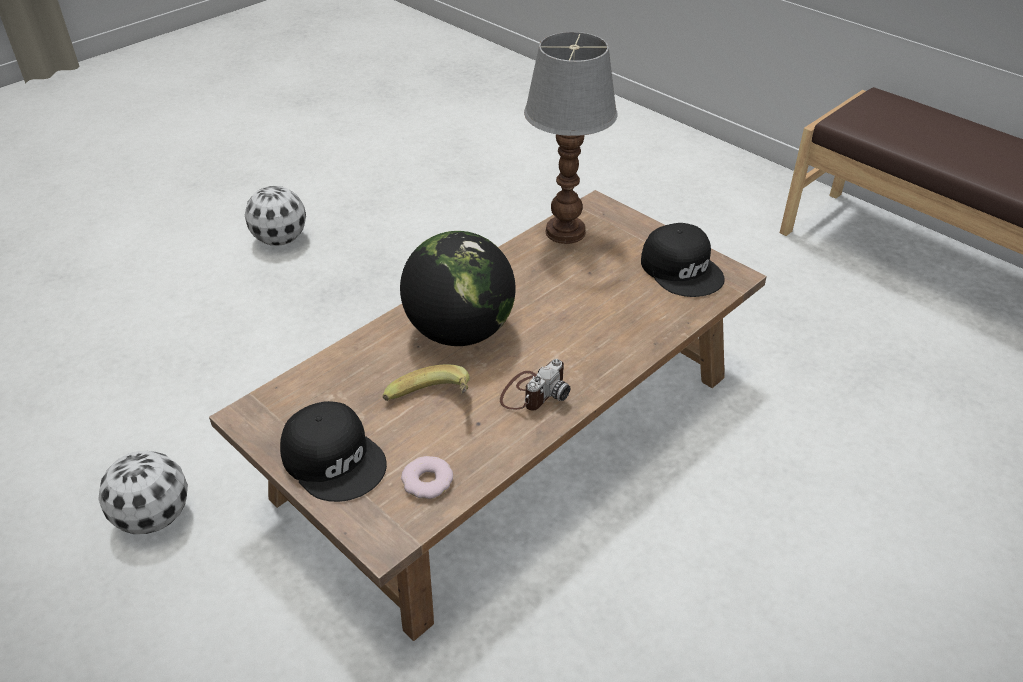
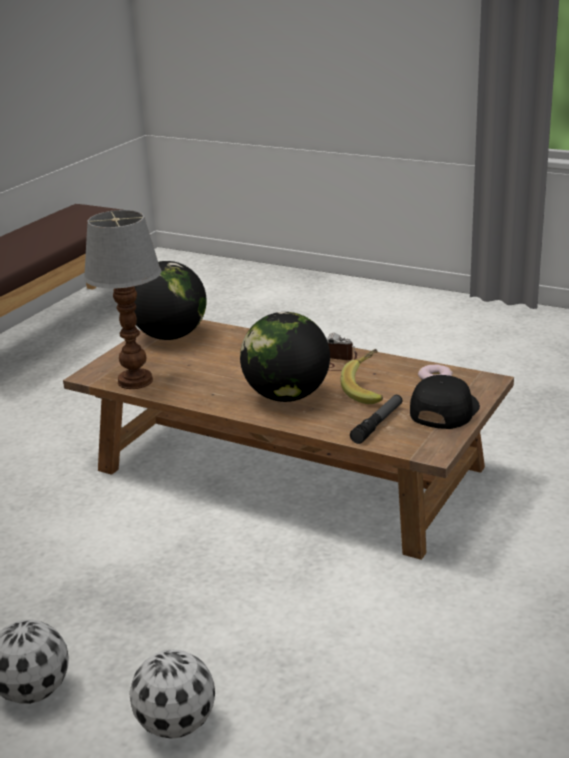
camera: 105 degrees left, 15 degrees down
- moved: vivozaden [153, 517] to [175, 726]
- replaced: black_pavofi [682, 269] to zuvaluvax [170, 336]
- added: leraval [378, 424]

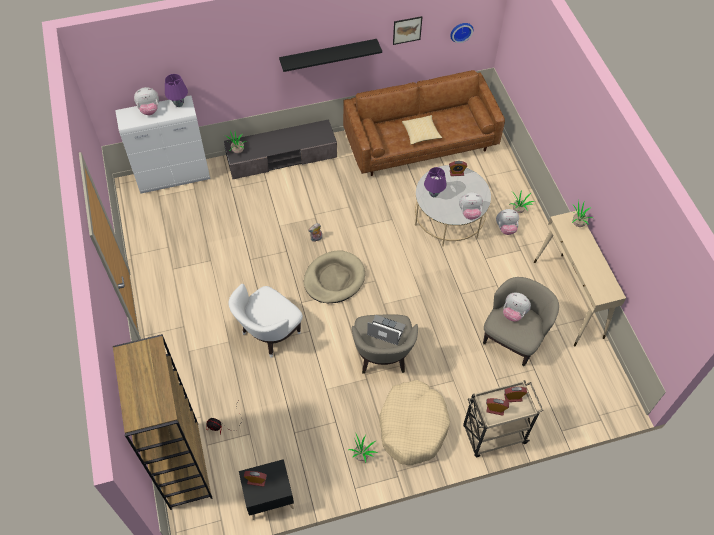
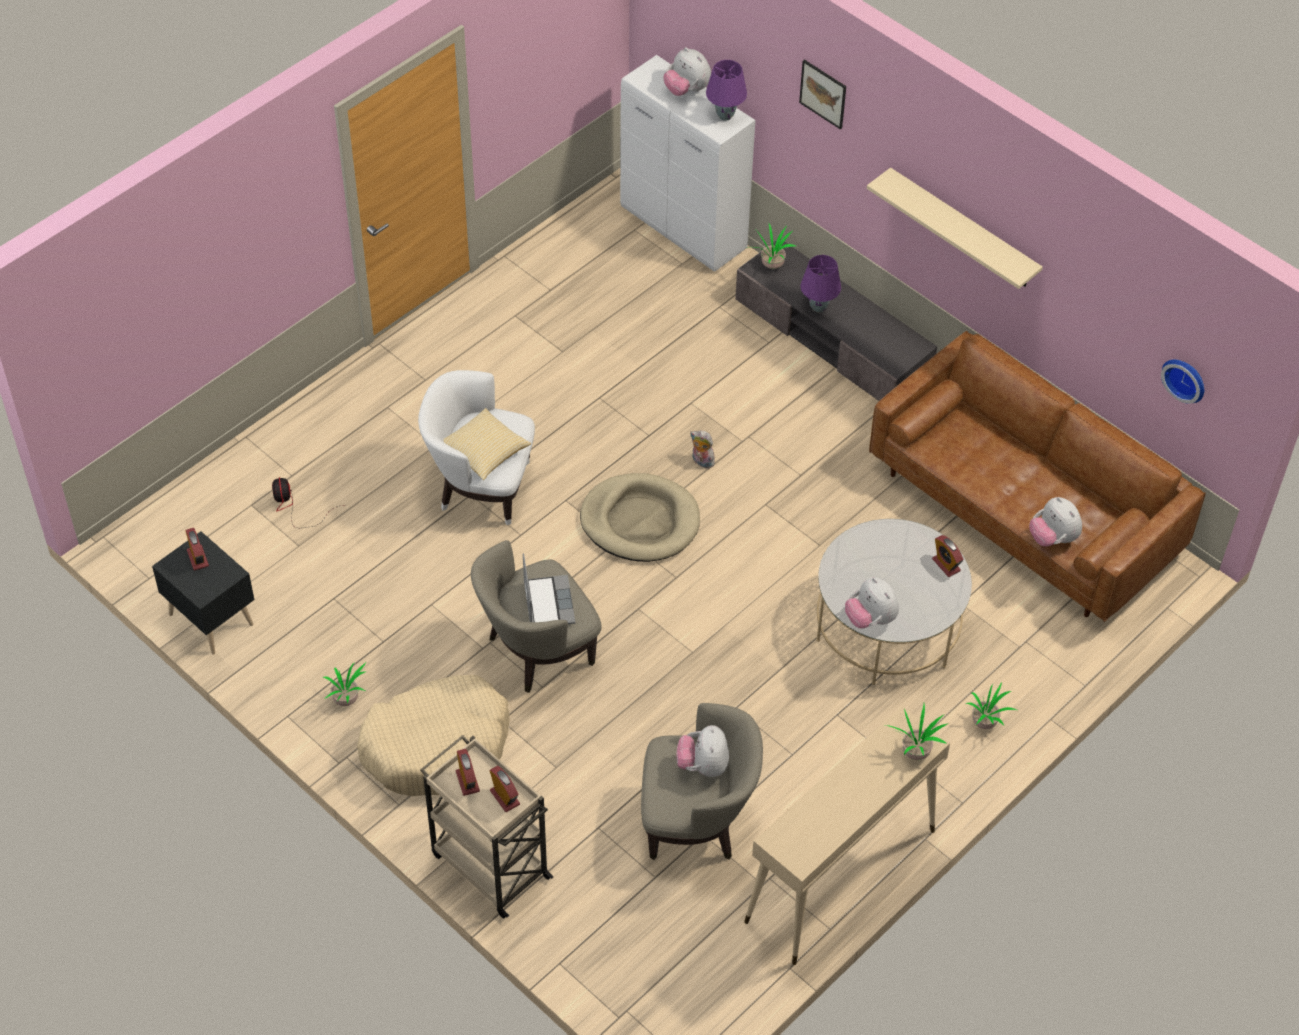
camera: 60 degrees right, 5 degrees down
- removed: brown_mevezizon [184, 464]
- recoloured: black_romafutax [328, 55] to beige_romafutax [963, 229]
- moved: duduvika [407, 30] to [823, 93]
- moved: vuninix [421, 134] to [484, 452]
- moved: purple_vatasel [434, 194] to [819, 307]
- moved: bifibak [506, 228] to [1053, 538]

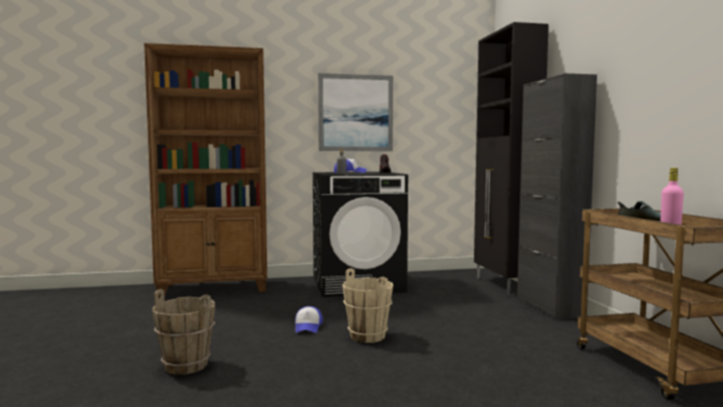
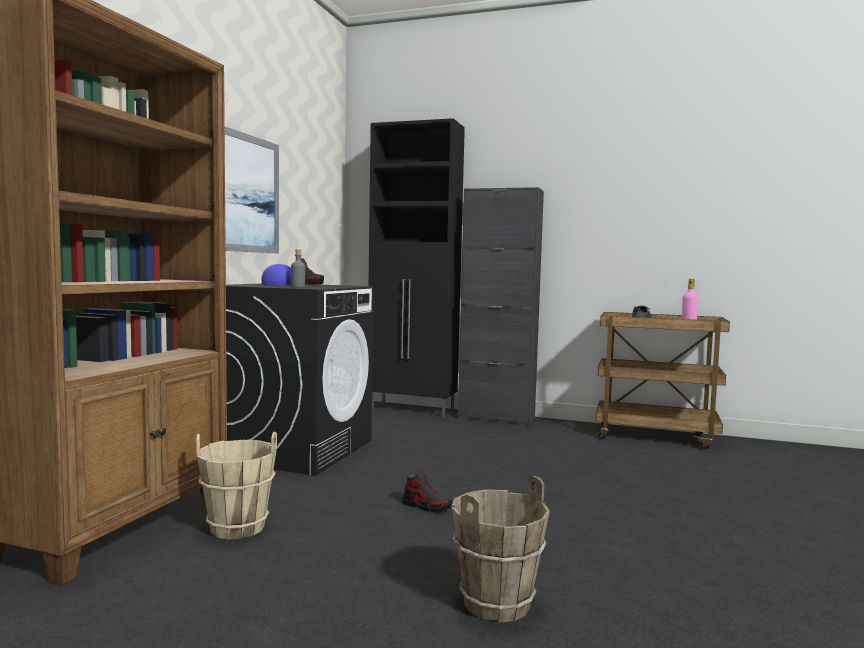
camera: 60 degrees left, 0 degrees up
- replaced: pavofi [308, 327] to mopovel [426, 506]
- moved: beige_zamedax [368, 336] to [237, 527]

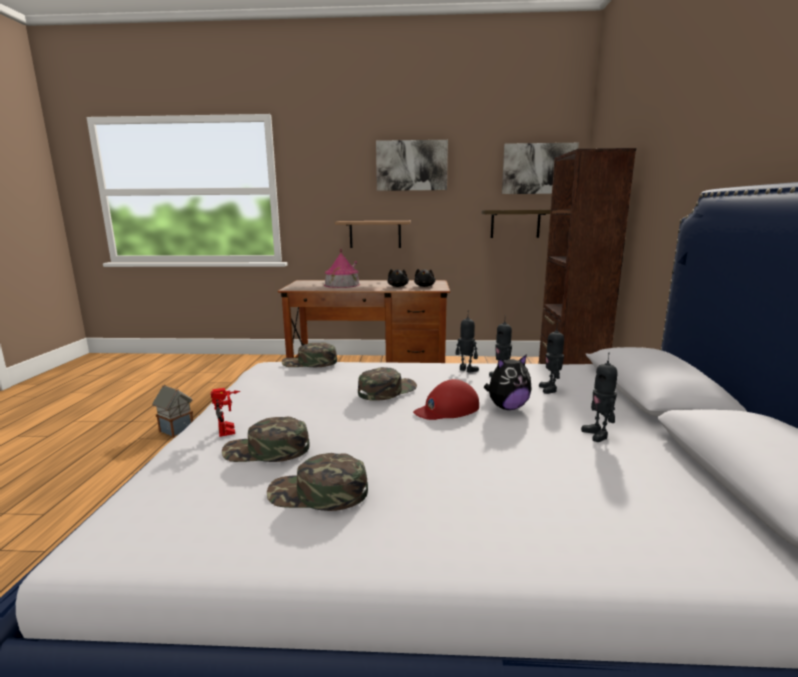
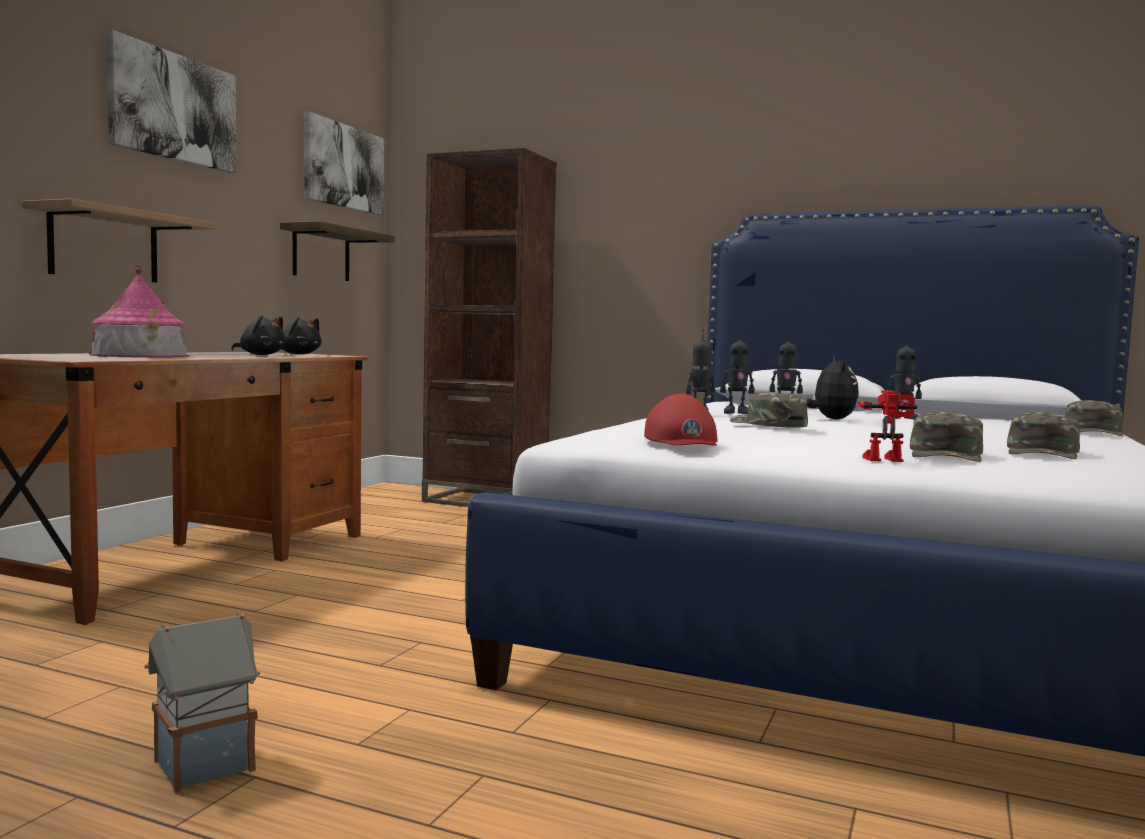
camera: 70 degrees left, 10 degrees down
- moved: green_pavofi [309, 363] to [1094, 432]
- moved: red_pavofi [447, 409] to [682, 440]

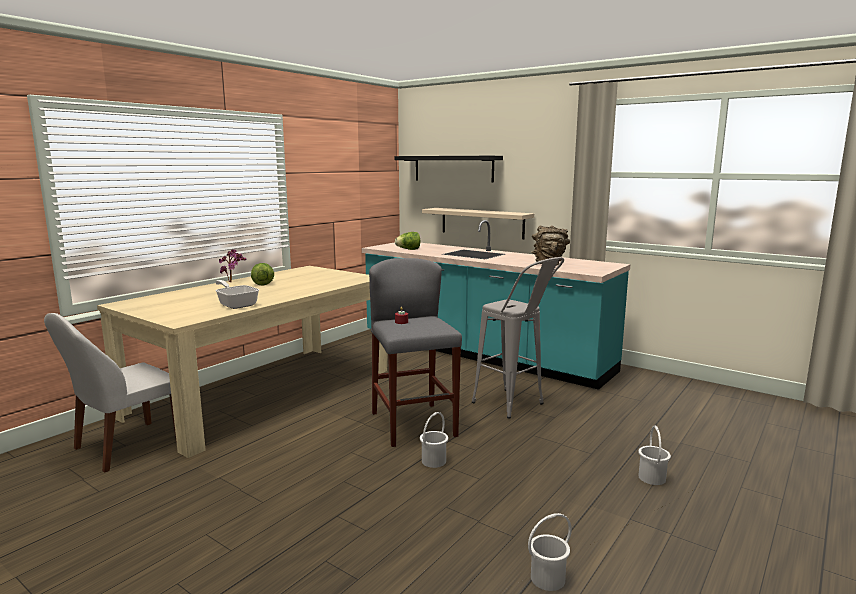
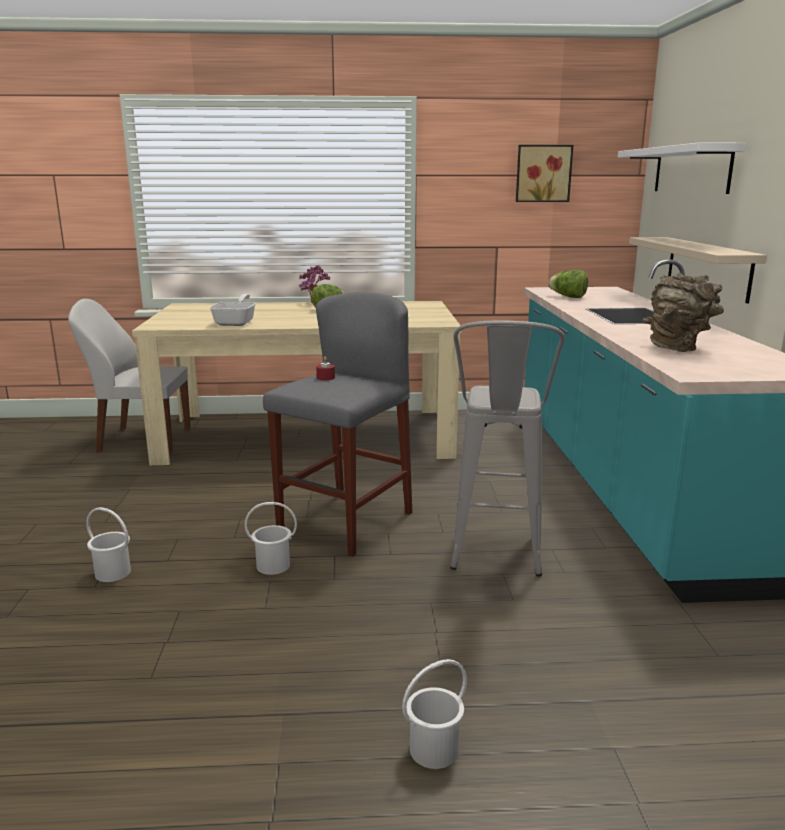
camera: 50 degrees right, 5 degrees up
- recoloured: black_romafutax [453, 168] to white_romafutax [691, 170]
- moved: white_zamedax [548, 579] to [112, 573]
- added: duduvika [543, 173]

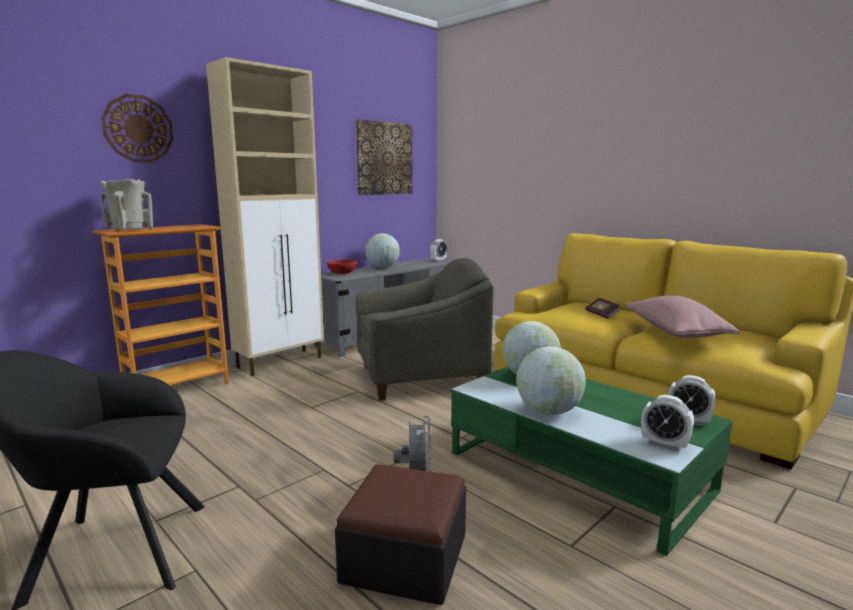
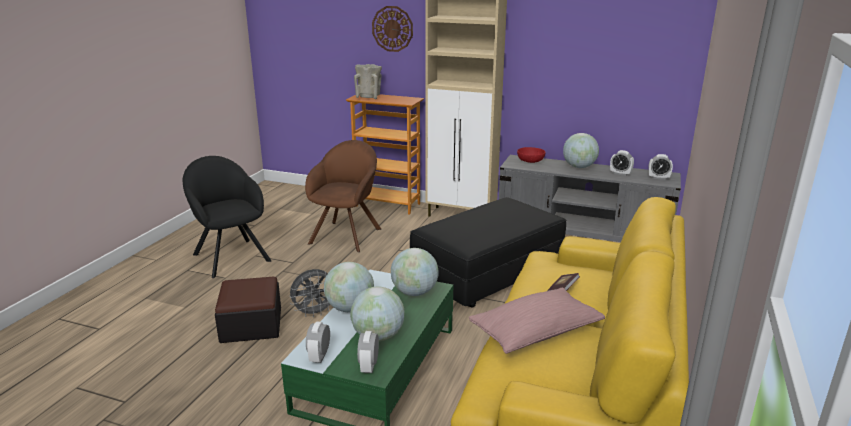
camera: 65 degrees right, 10 degrees up
- removed: duduvika [384, 158]
- replaced: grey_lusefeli [420, 378] to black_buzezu [487, 272]
- added: brown_lusefeli [347, 234]
- added: zuvaluvax [378, 336]
- added: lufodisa [620, 174]

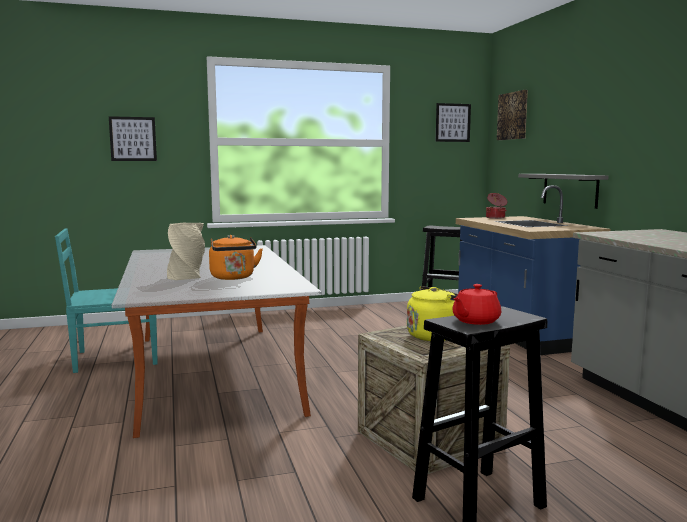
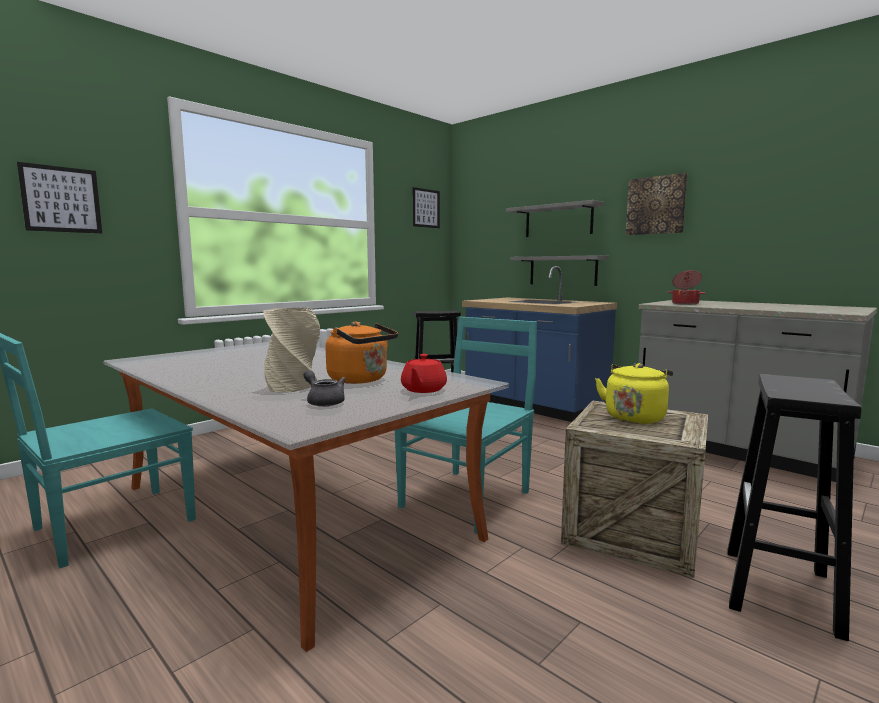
camera: 30 degrees left, 0 degrees up
- moved: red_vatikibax [475, 321] to [423, 390]
- moved: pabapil [496, 217] to [685, 303]
- moved: duduvika [513, 116] to [656, 205]
- added: grey_vatikibax [324, 402]
- added: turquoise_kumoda [467, 498]
- added: grey_romafutax [558, 221]

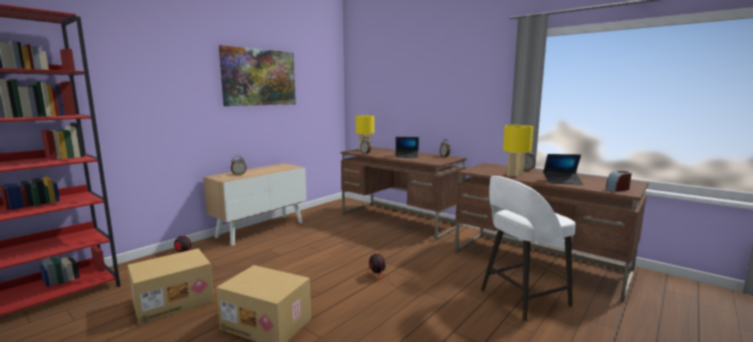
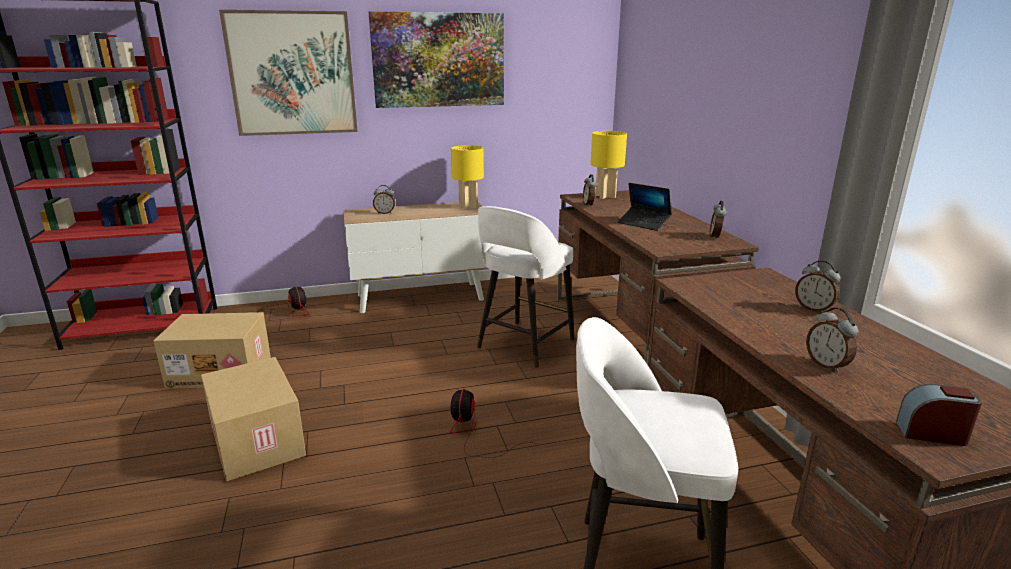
camera: 35 degrees right, 10 degrees up
- moved: yellow_vatasel [514, 175] to [468, 207]
- replaced: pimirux [562, 181] to lufodisa [827, 365]
- added: duduvika [292, 74]
- added: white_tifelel [523, 345]

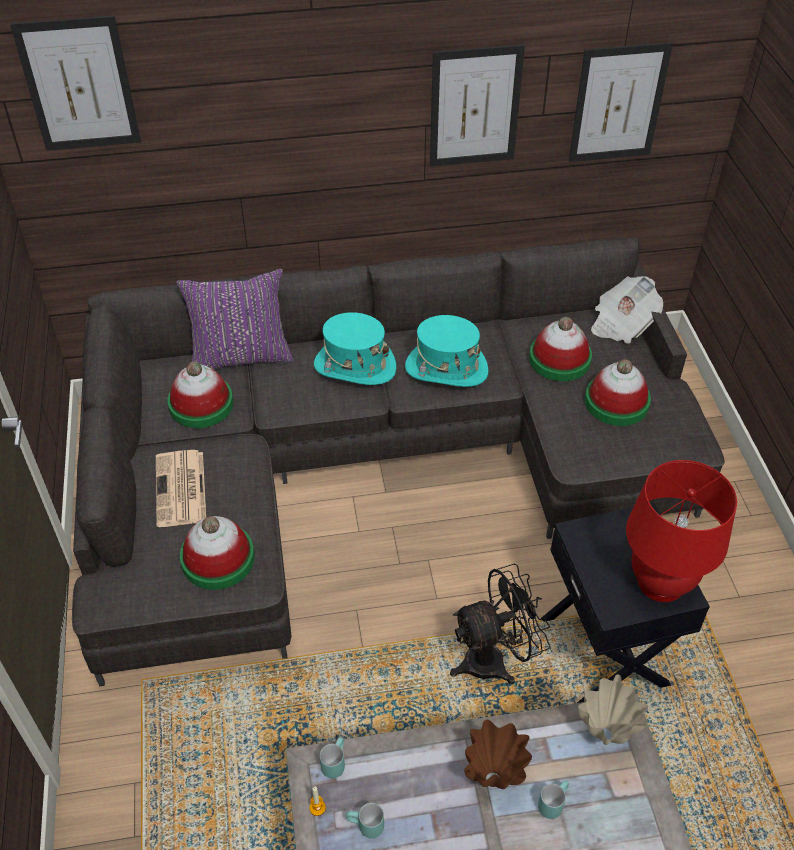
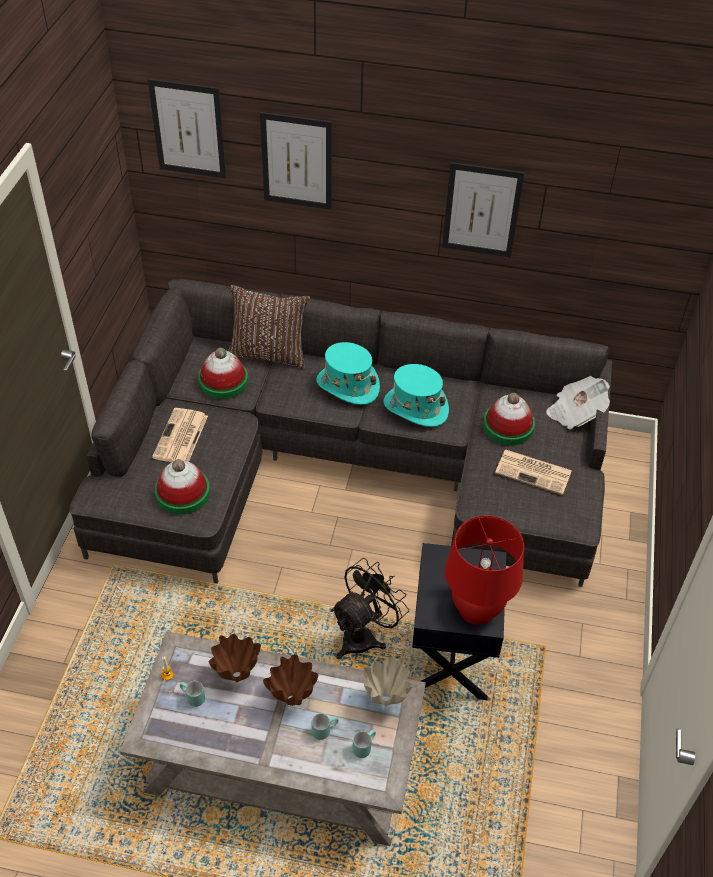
camera: 20 degrees right, 0 degrees up
- recoloured: purple_vuninix [241, 356] to brown_vuninix [269, 353]
- moved: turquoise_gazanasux [333, 762] to [363, 746]
- turned: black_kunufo [494, 659] = [364, 635] 45 degrees counterclockwise
- moved: duduvika [618, 103] to [297, 161]
- replaced: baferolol [616, 402] to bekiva [534, 472]
- added: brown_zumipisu [236, 677]

